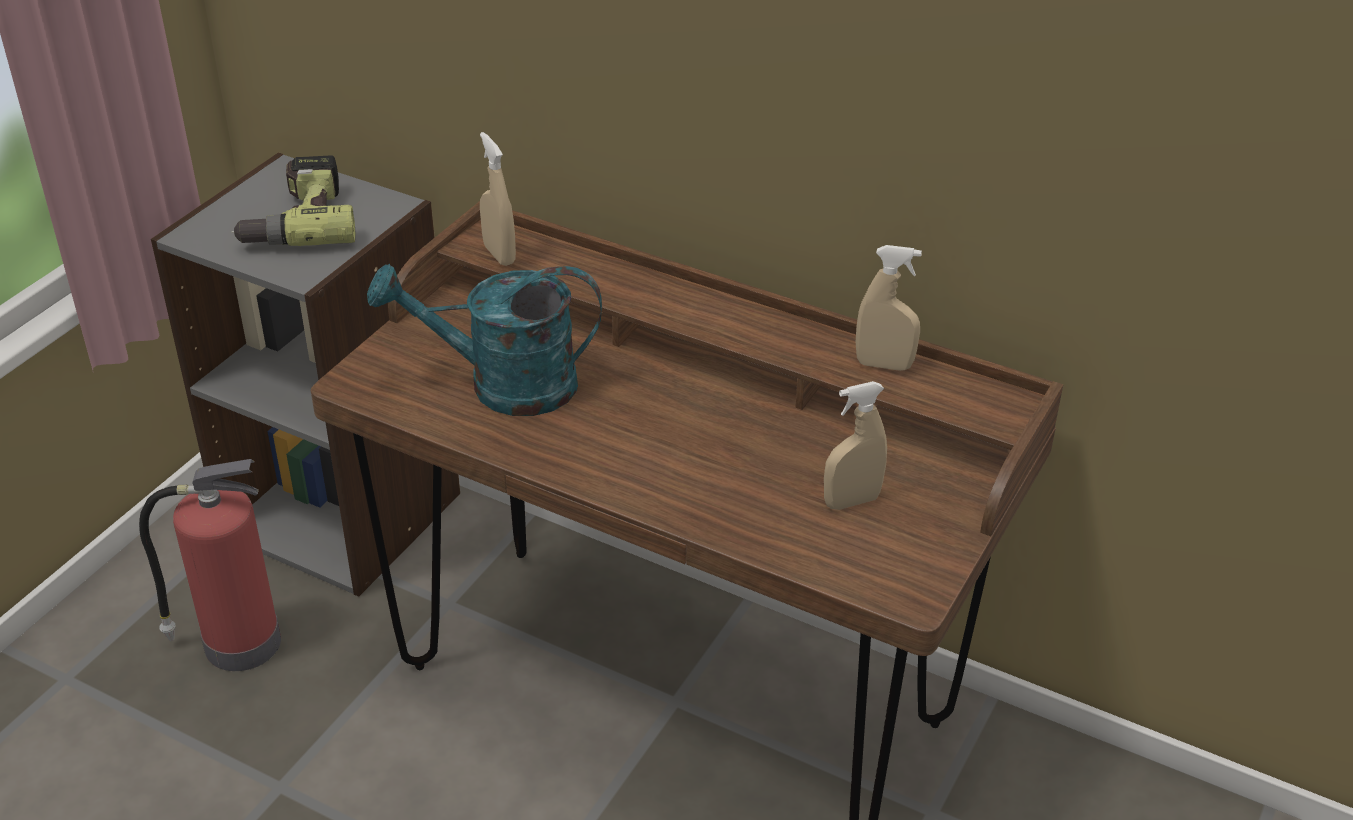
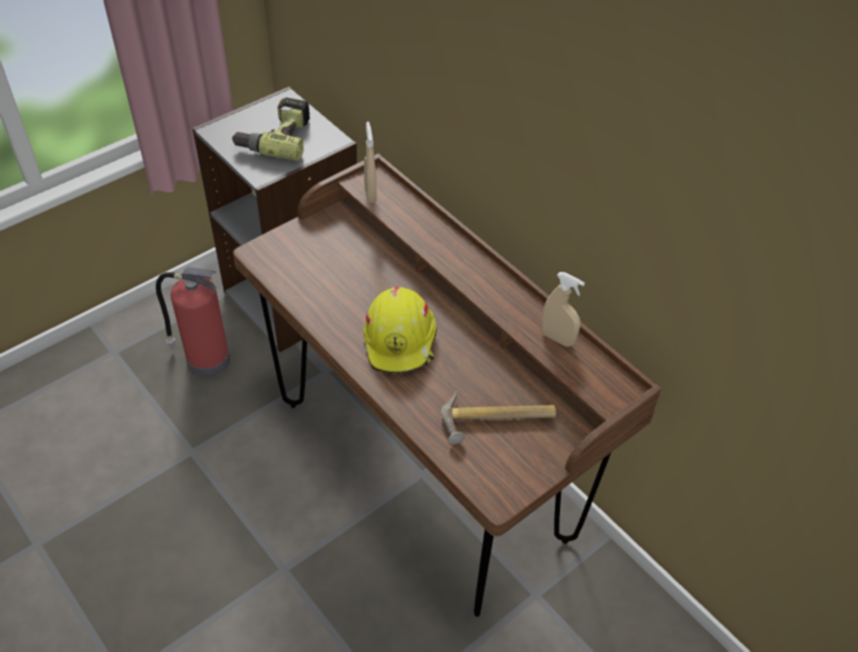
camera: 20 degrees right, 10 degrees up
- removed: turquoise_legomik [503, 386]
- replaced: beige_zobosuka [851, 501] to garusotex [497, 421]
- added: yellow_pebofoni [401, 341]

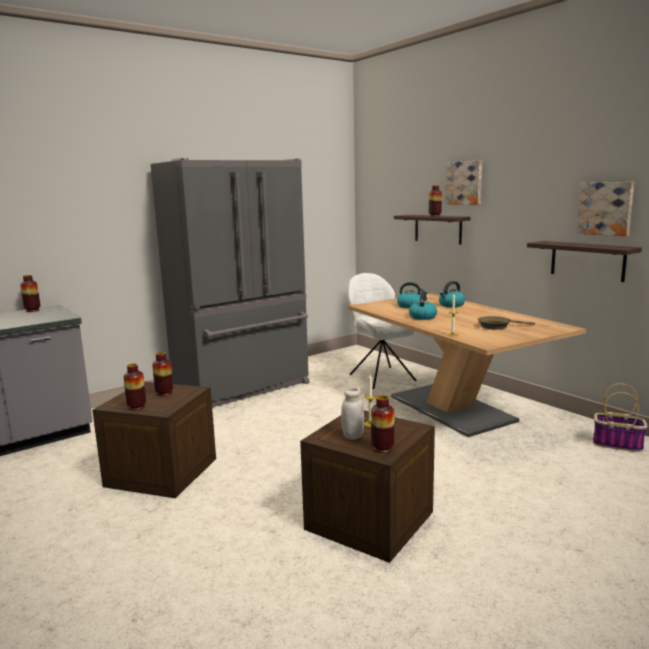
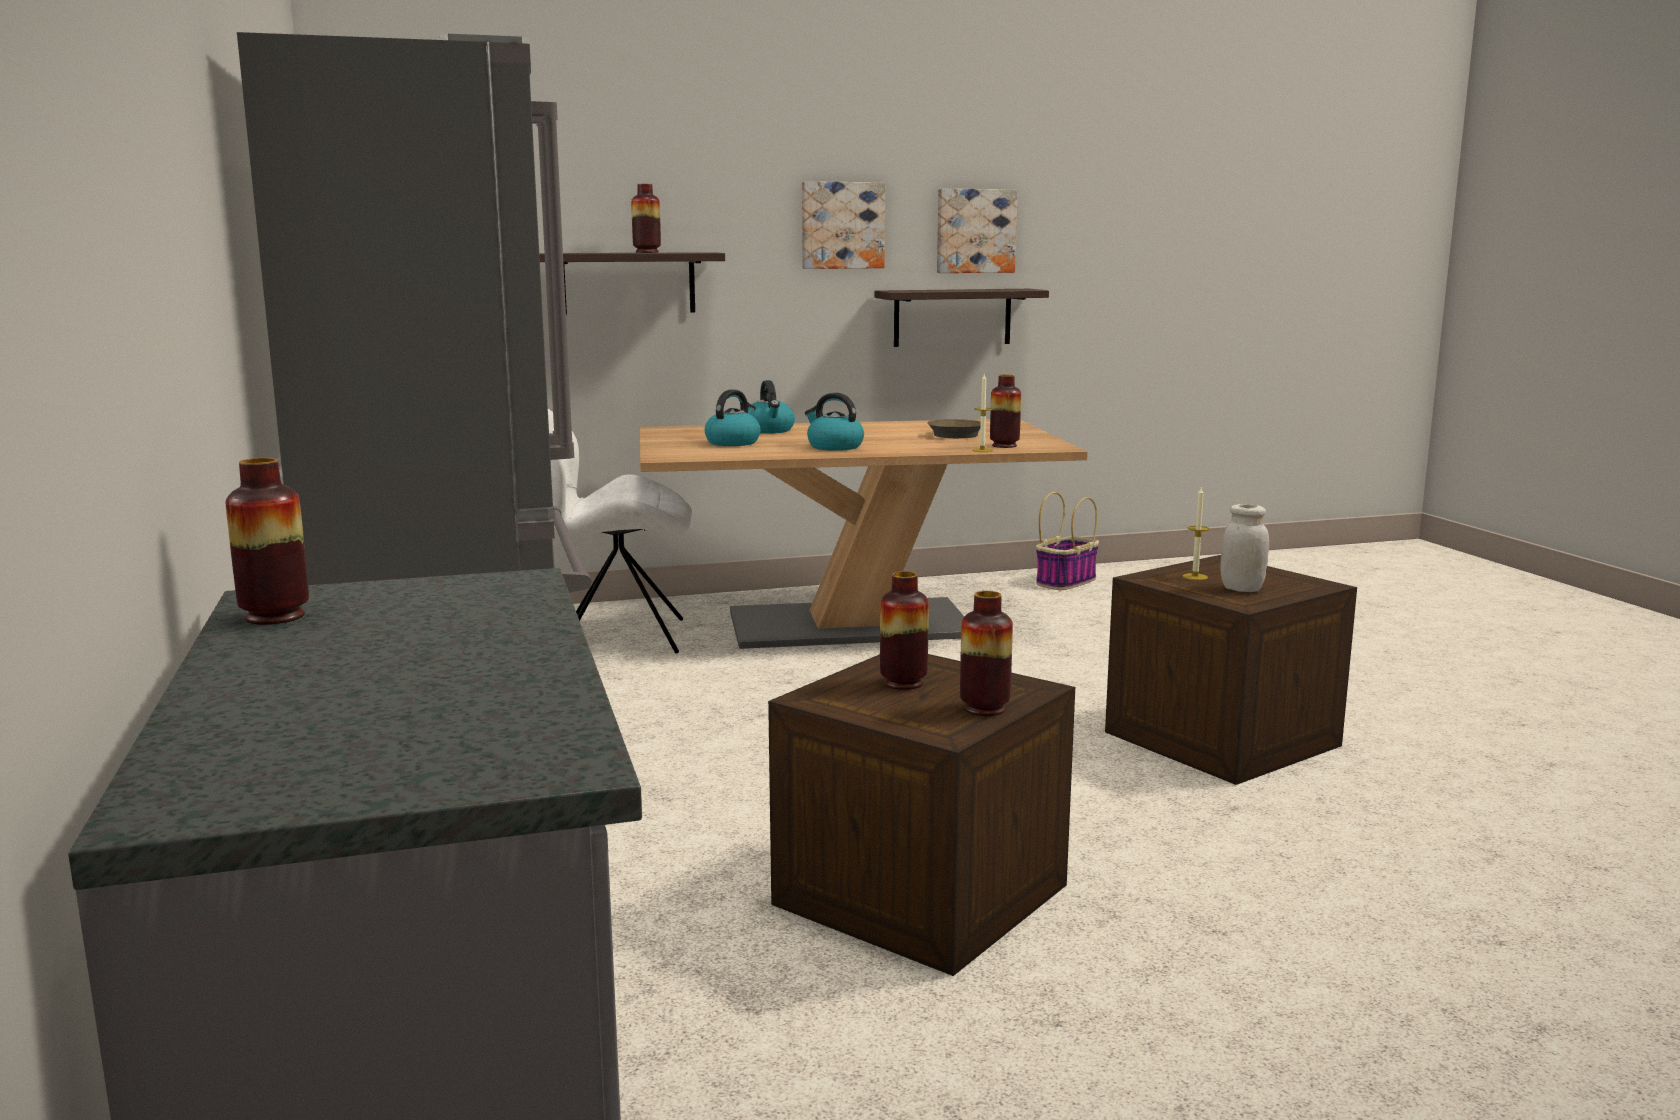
camera: 70 degrees left, 0 degrees up
- moved: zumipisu [382, 448] to [1004, 446]
- moved: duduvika [464, 183] to [842, 225]

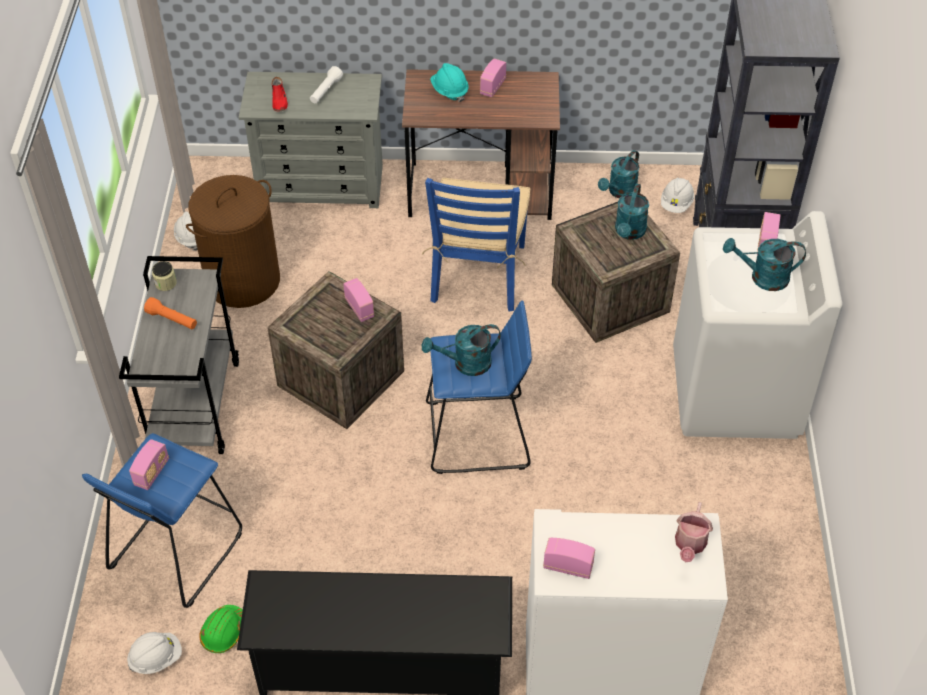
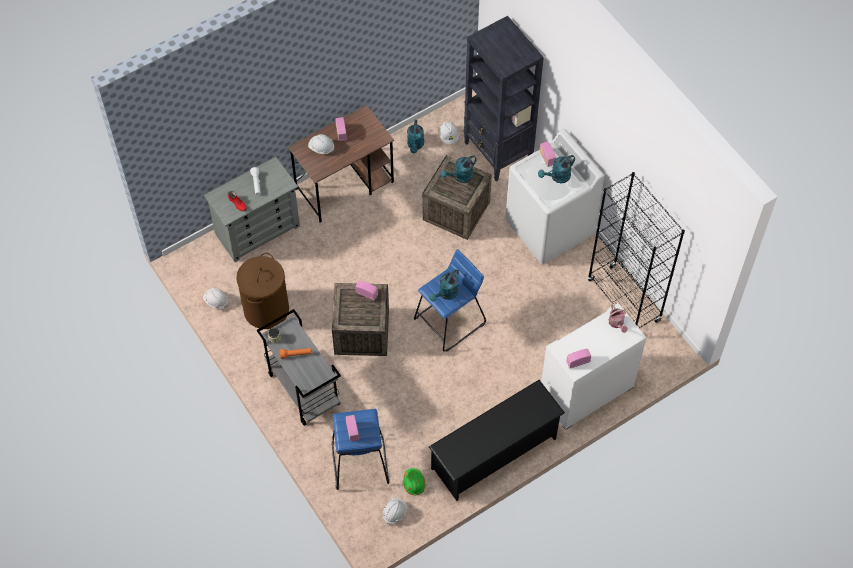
camera: 35 degrees left, 10 degrees up
- removed: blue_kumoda [478, 274]
- recoloured: turquoise_pebofoni [449, 91] to white_pebofoni [321, 148]
- turned: turquoise_legomik [629, 232] = [460, 177] 75 degrees clockwise
- added: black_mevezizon [624, 300]

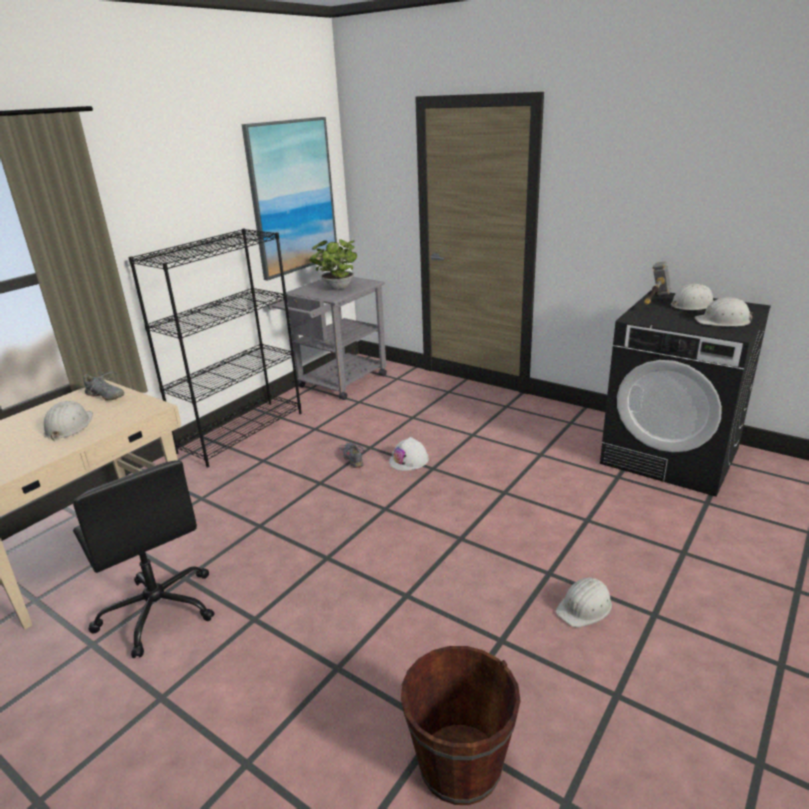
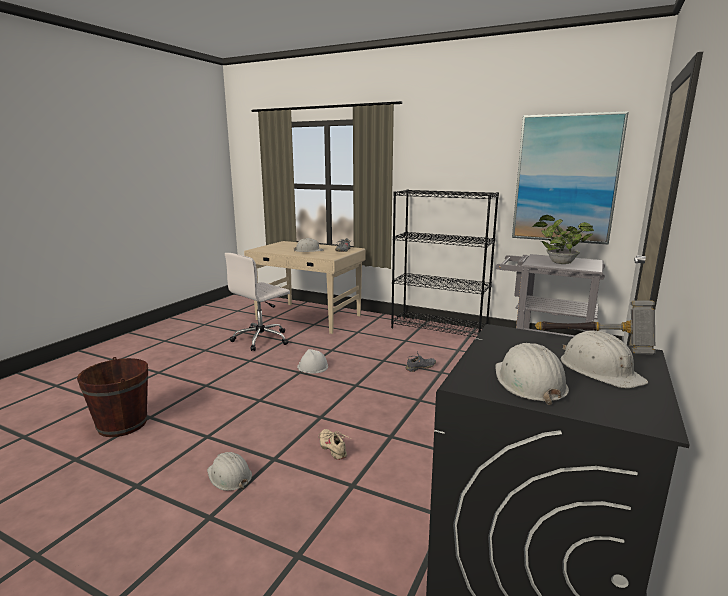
camera: 80 degrees right, 10 degrees down
- recoloured: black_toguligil [158, 610] to white_toguligil [262, 339]
- moved: white_pebofoni [409, 460] to [312, 367]
- added: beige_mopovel [333, 448]

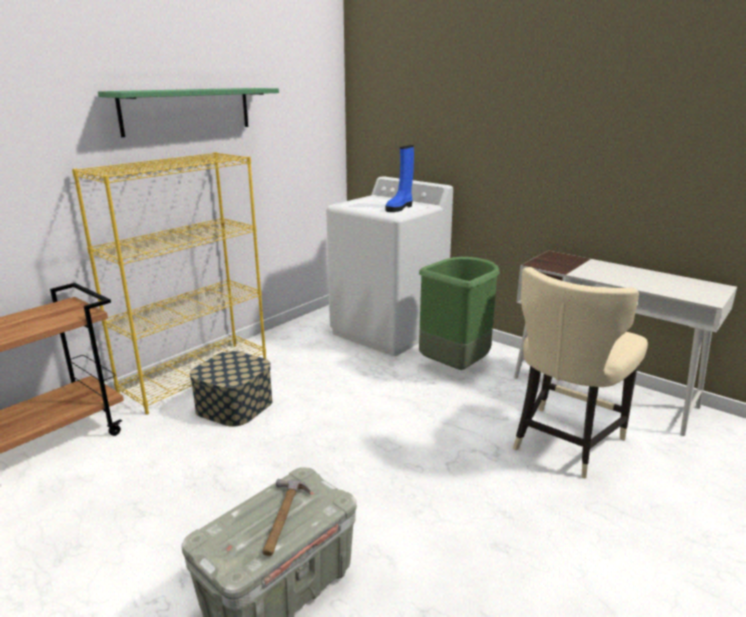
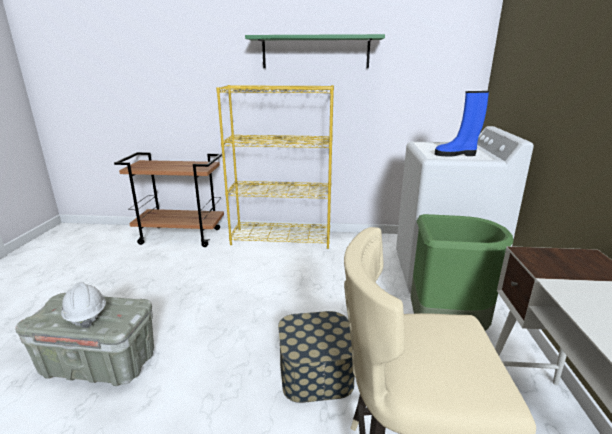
camera: 55 degrees right, 0 degrees up
- moved: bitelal [234, 405] to [315, 372]
- replaced: garusotex [283, 518] to white_pebofoni [86, 315]

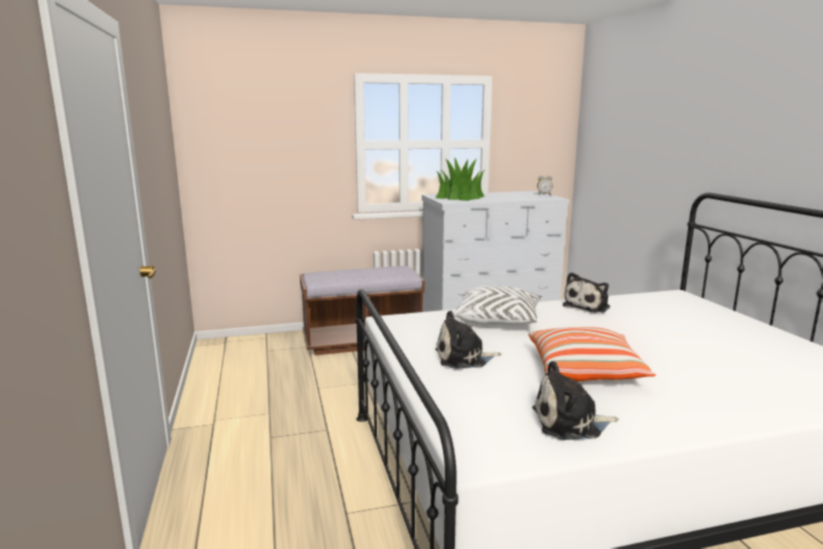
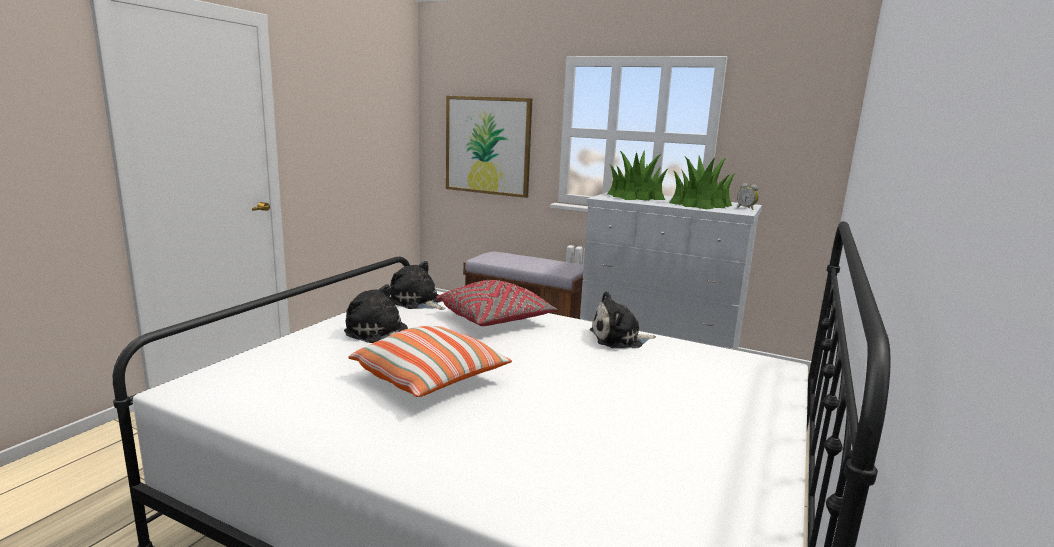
camera: 40 degrees right, 0 degrees up
- recoloured: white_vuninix [498, 320] to red_vuninix [495, 320]
- moved: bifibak [570, 423] to [417, 302]
- added: duduvika [488, 146]
- added: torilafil [700, 204]

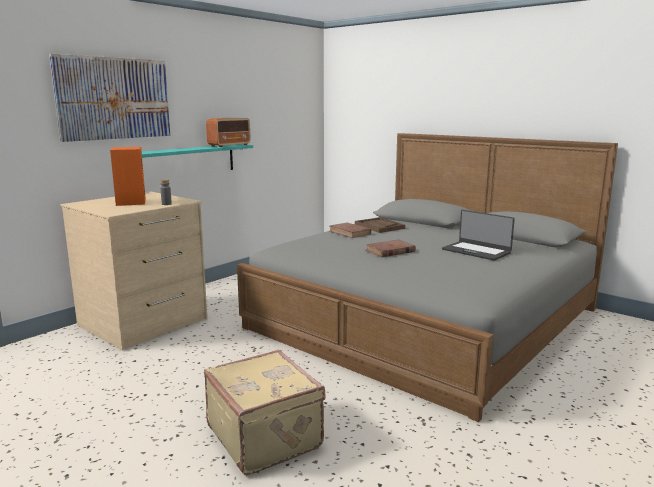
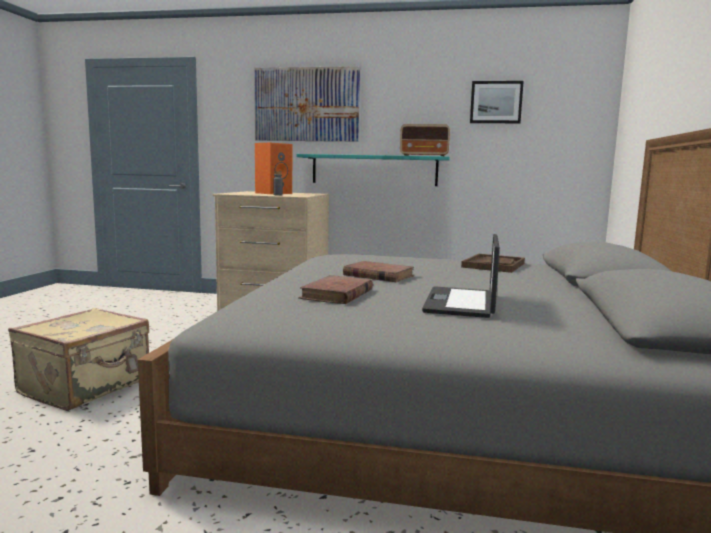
camera: 60 degrees right, 5 degrees down
- moved: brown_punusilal [350, 232] to [337, 294]
- added: duduvika [496, 102]

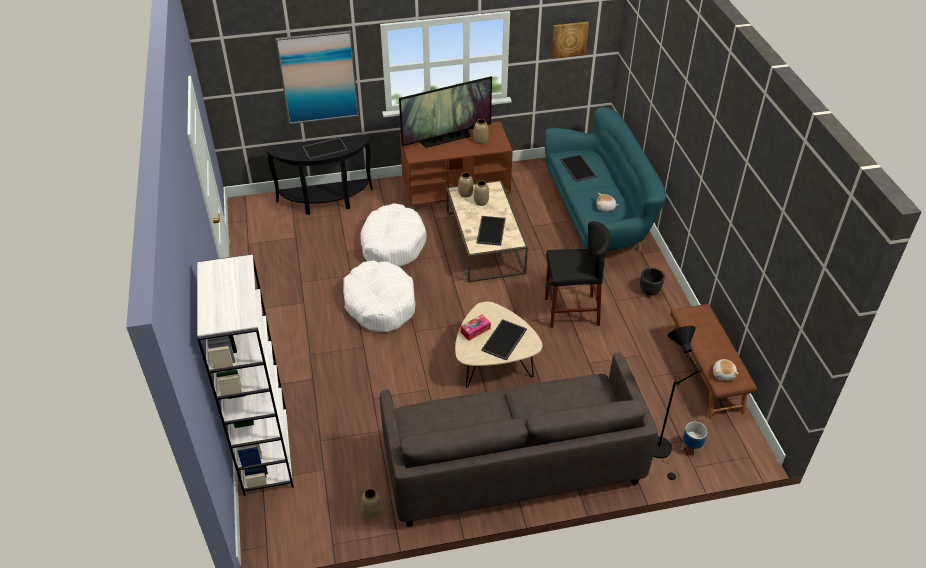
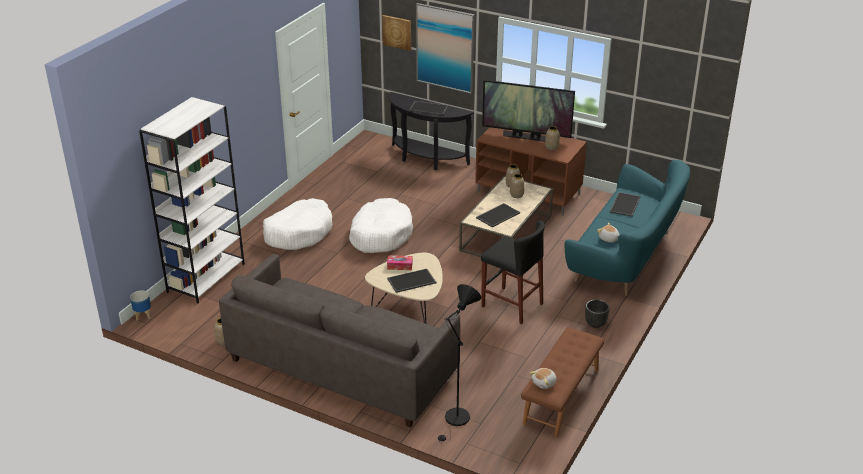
camera: 40 degrees right, 10 degrees down
- moved: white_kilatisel [392, 244] to [299, 233]
- moved: duduvika [569, 39] to [397, 32]
- moved: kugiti [691, 448] to [143, 315]

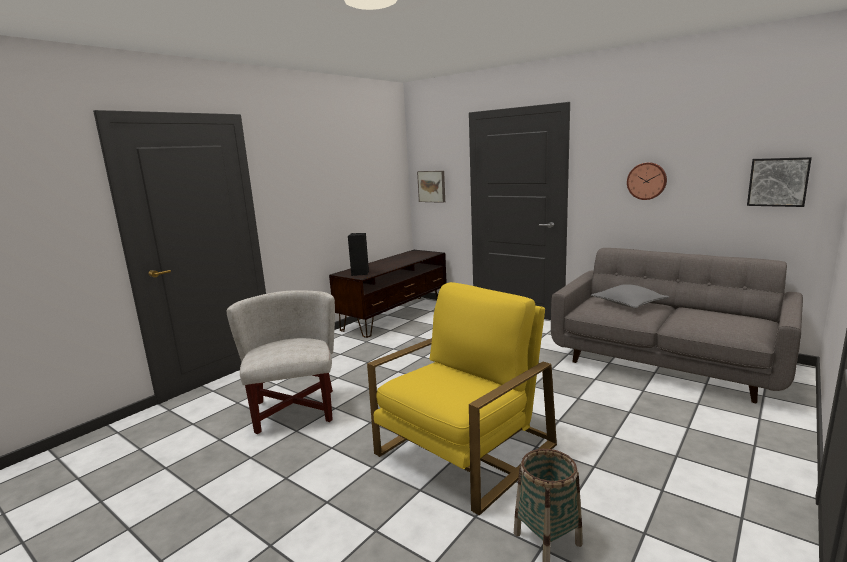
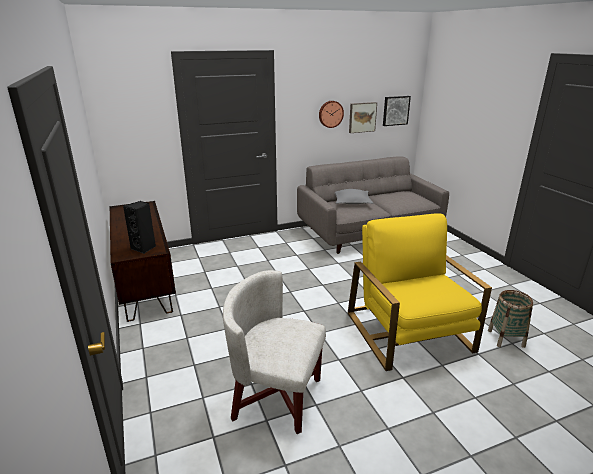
camera: 60 degrees left, 10 degrees up
- moved: duduvika [432, 186] to [362, 117]

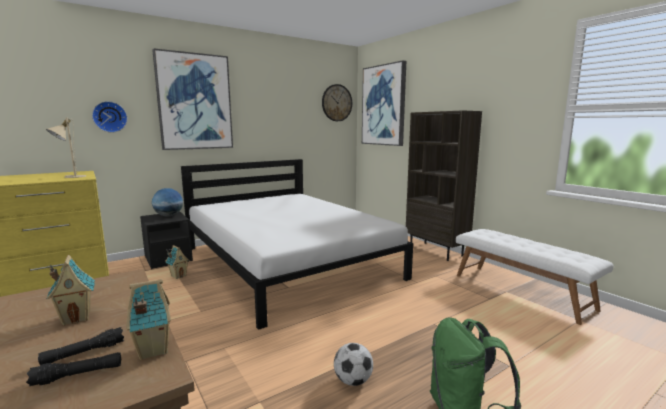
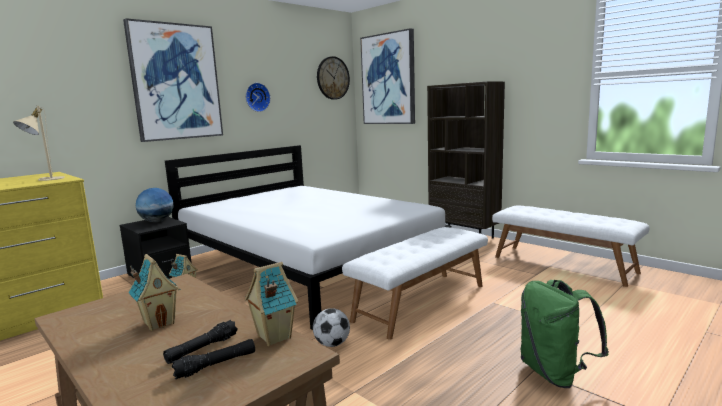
camera: 10 degrees left, 0 degrees up
- moved: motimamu [109, 117] to [256, 97]
- moved: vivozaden [353, 381] to [332, 344]
- added: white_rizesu [420, 302]

